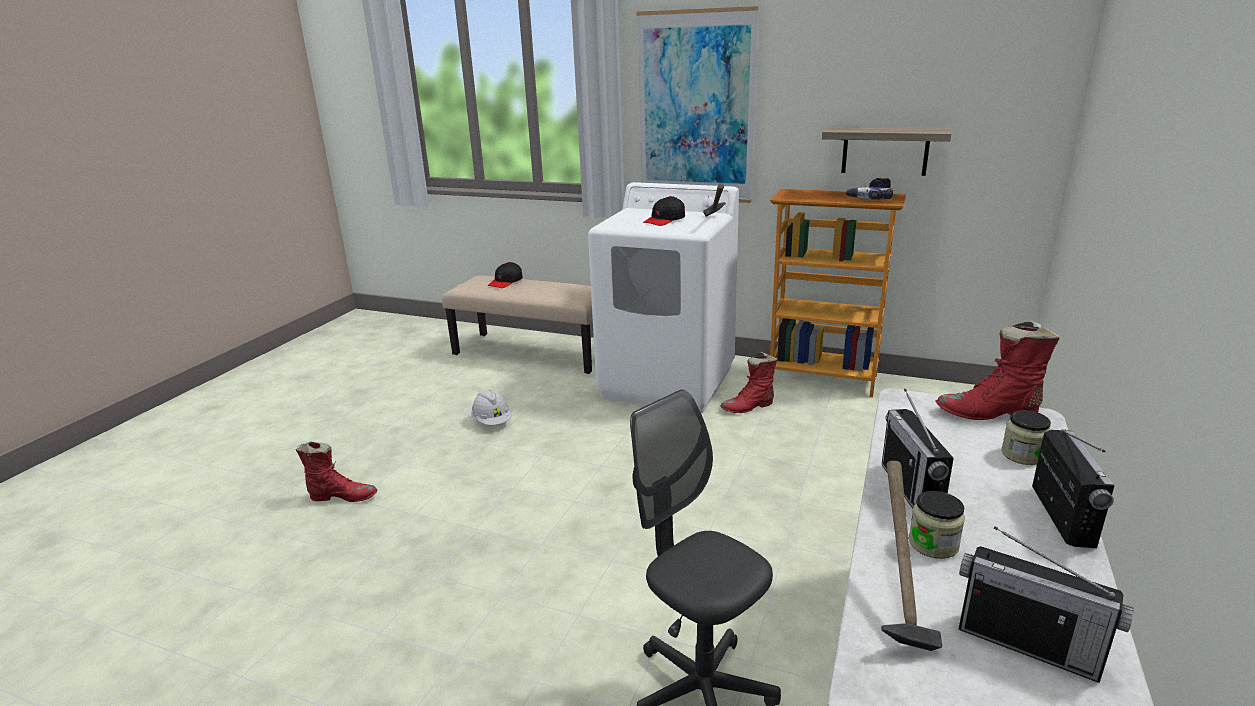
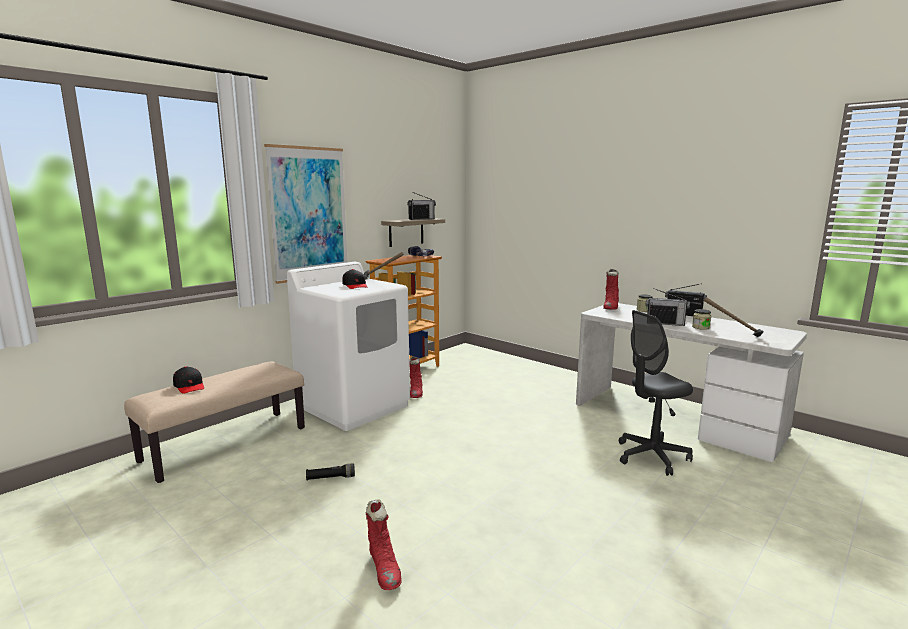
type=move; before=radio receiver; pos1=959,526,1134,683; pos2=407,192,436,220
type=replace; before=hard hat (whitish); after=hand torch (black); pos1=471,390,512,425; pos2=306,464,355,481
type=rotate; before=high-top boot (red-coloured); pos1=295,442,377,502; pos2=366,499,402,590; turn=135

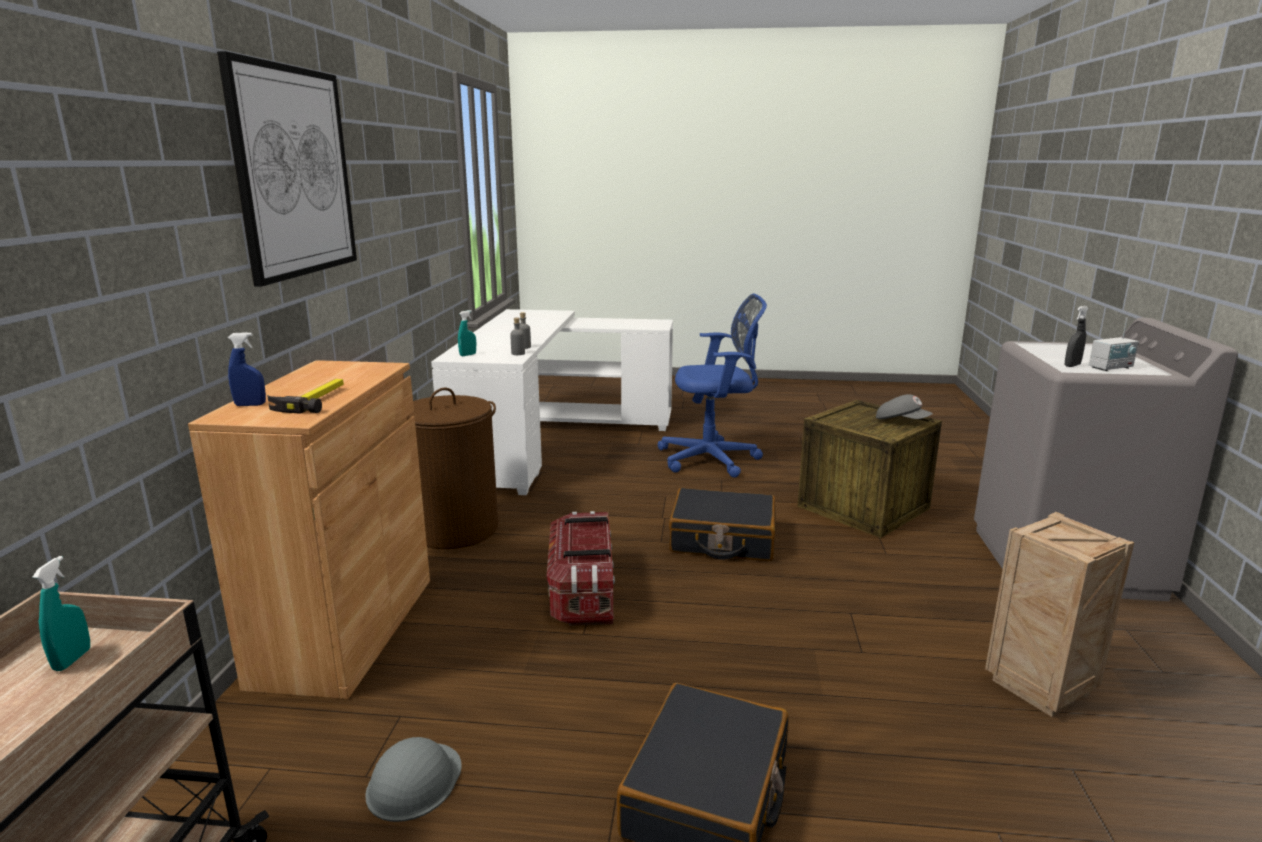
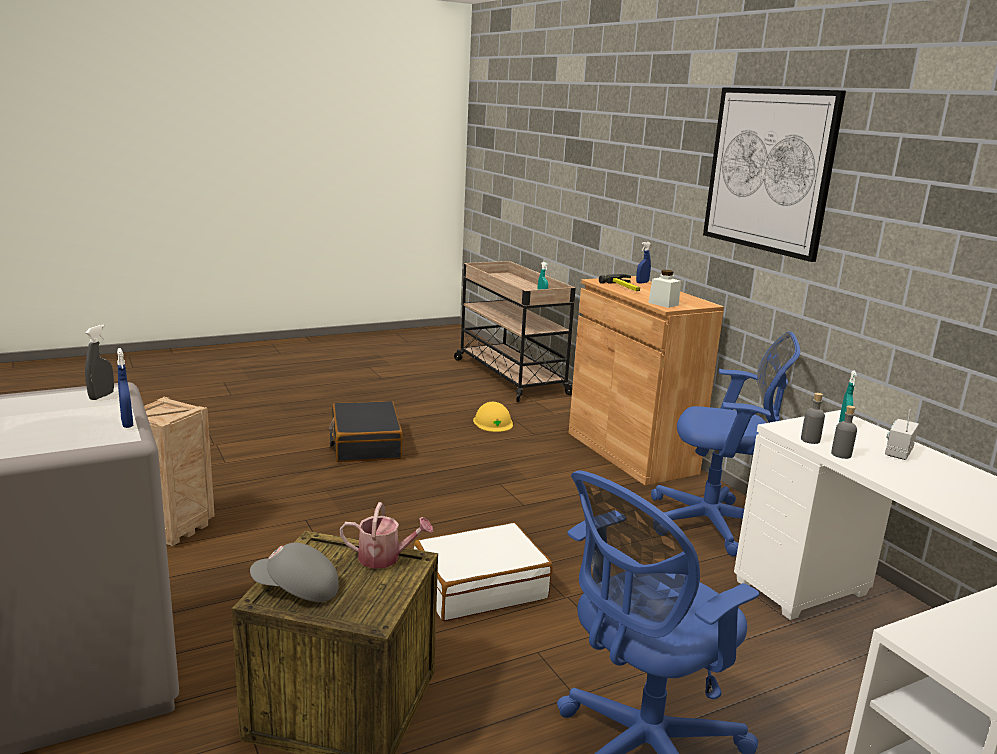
type=delete; before=storage bin; pos1=547,511,615,626
type=insert; after=spray bottle (bluish); pos2=117,348,133,428
type=insert; after=watering can; pos2=340,502,433,569
type=insert; after=jar (whitish); pos2=648,270,681,308
type=move; before=radio receiver; pos1=1089,318,1139,371; pos2=885,409,919,460
type=replace; before=laundry basket (brownish); after=desk chair (bluish); pos1=408,388,498,549; pos2=651,331,800,557
type=recolor; before=hard hat (greyish); after=hard hat (yellowish); pos1=365,737,462,822; pos2=473,402,513,432
type=recolor; before=travel case (black); after=travel case (whitish); pos1=669,488,776,561; pos2=414,523,553,621

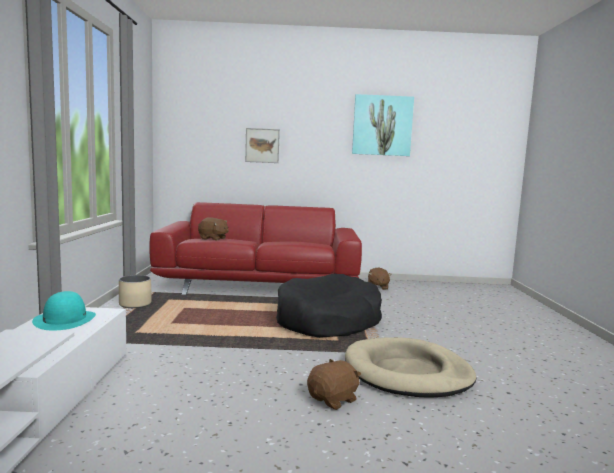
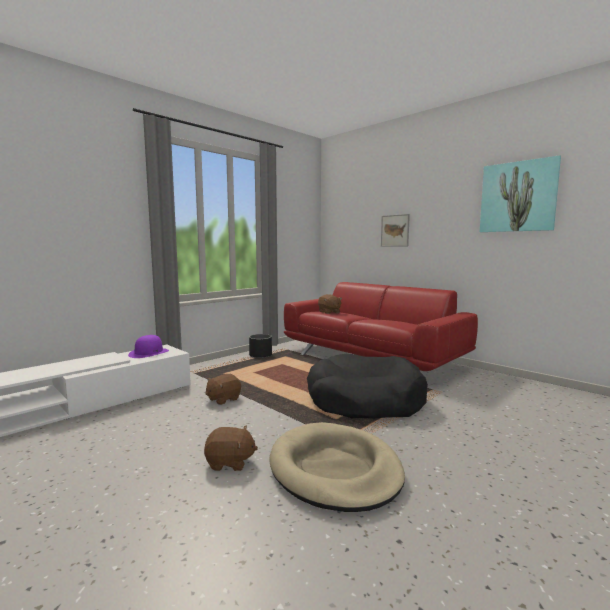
type=move; before=cuddly toy (brownish); pos1=368,267,392,290; pos2=205,374,241,405
type=recolor; before=wearable hat (turquoise-coloured); after=wearable hat (purplish); pos1=32,291,96,330; pos2=128,335,169,358
type=recolor; before=plant pot (sand-coloured); after=plant pot (black); pos1=119,275,152,308; pos2=249,334,272,358

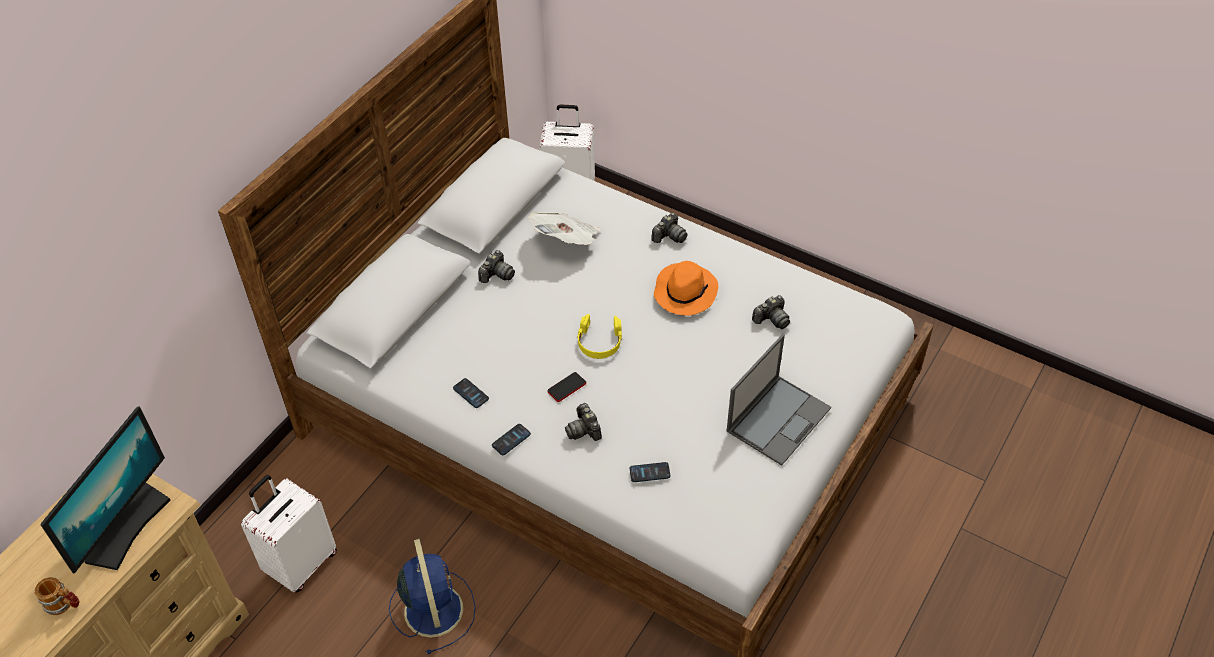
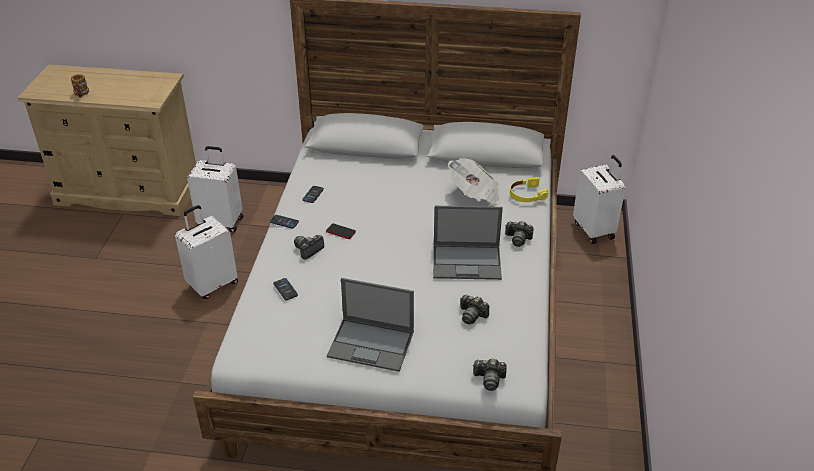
type=delete; before=computer screen; pos1=41,406,171,574
type=move; before=photo camera; pos1=478,250,515,283; pos2=473,359,507,391
type=move; before=headphones (yellowish); pos1=577,314,622,359; pos2=510,177,548,202
type=replace; before=cooling fan (bluish); after=travel case (whitish); pos1=389,539,476,654; pos2=175,205,238,299
type=replace; before=wearable hat (orange); after=laptop; pos1=654,261,718,316; pos2=433,206,503,280

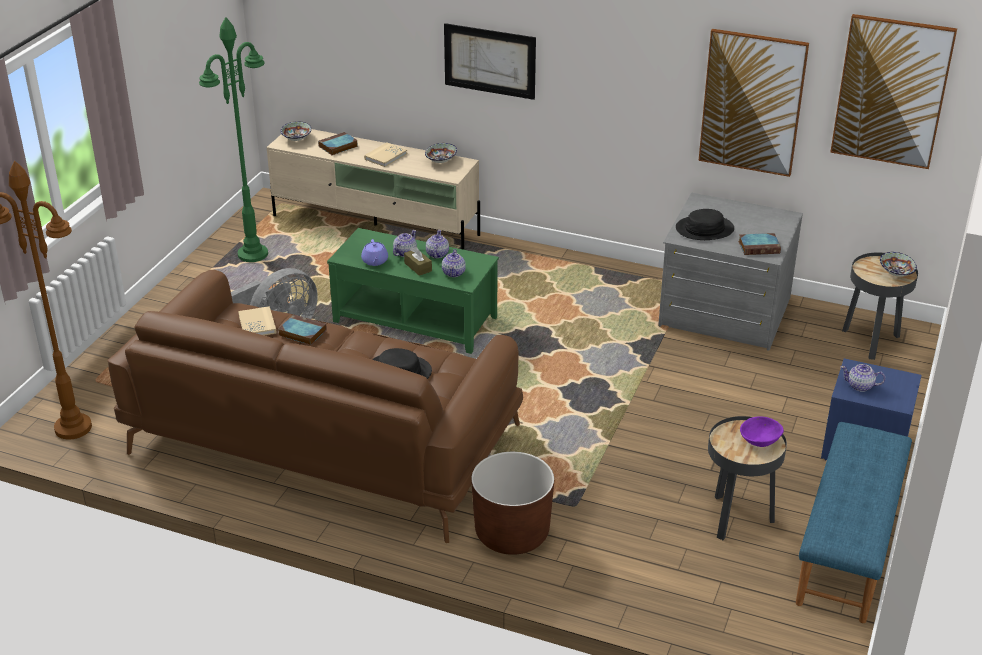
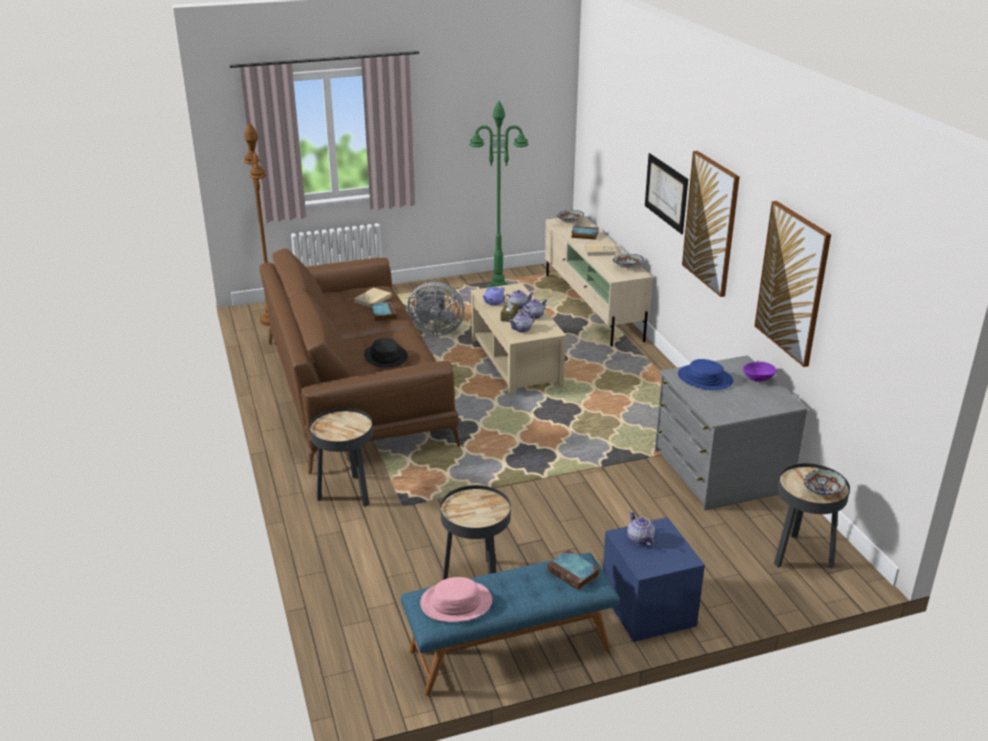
type=insert; after=wearable hat (pink-coloured); pos2=420,577,492,622
type=move; before=volume; pos1=738,233,781,255; pos2=547,550,599,590
type=move; before=serving bowl (purplish); pos1=740,416,784,447; pos2=743,362,777,382
type=move; before=wall picture; pos1=830,14,957,169; pos2=682,151,740,297
type=replace; before=plant pot (brownish); after=side table (black); pos1=471,452,554,555; pos2=309,408,373,507
type=recolor; before=coffee table (green); after=coffee table (sand-coloured); pos1=327,228,499,354; pos2=471,283,566,397
type=recolor; before=wearable hat (black); after=wearable hat (bluish); pos1=676,209,734,240; pos2=678,359,733,390

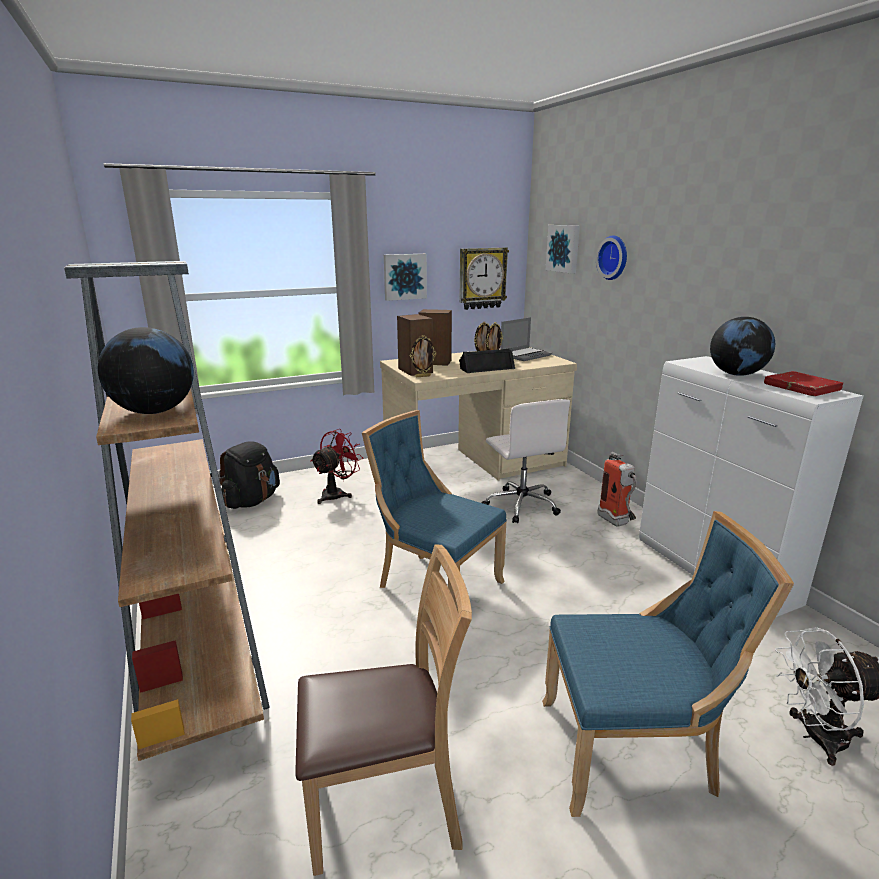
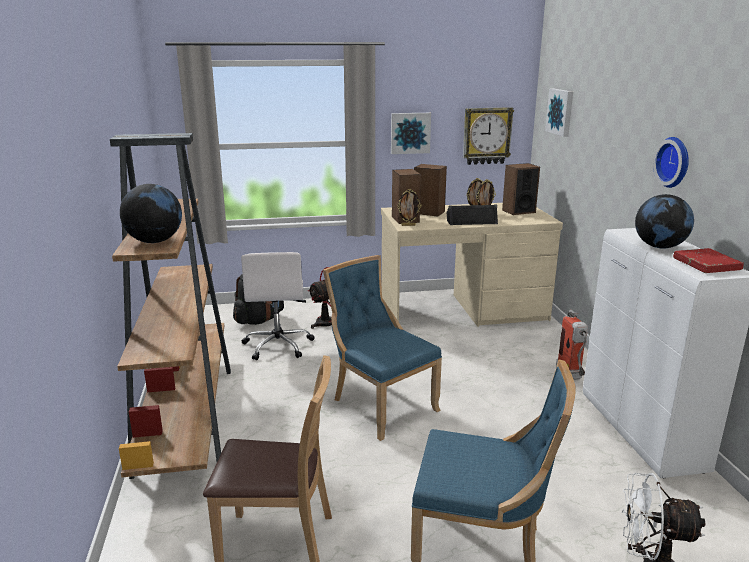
type=move; before=desk chair (whitish); pos1=481,399,570,523; pos2=241,252,314,360
type=move; before=wall clock; pos1=596,235,627,280; pos2=653,137,689,188
type=replace; before=laptop; after=loudspeaker; pos1=501,317,552,361; pos2=502,163,540,215

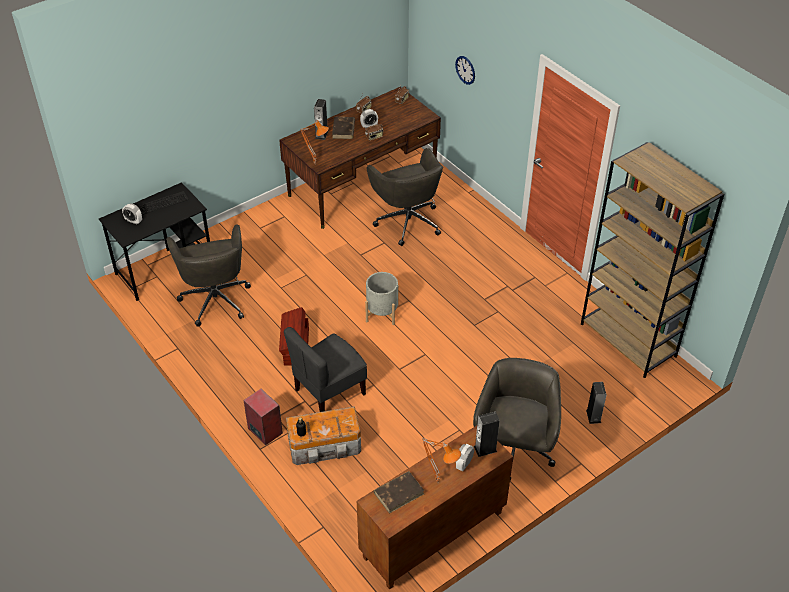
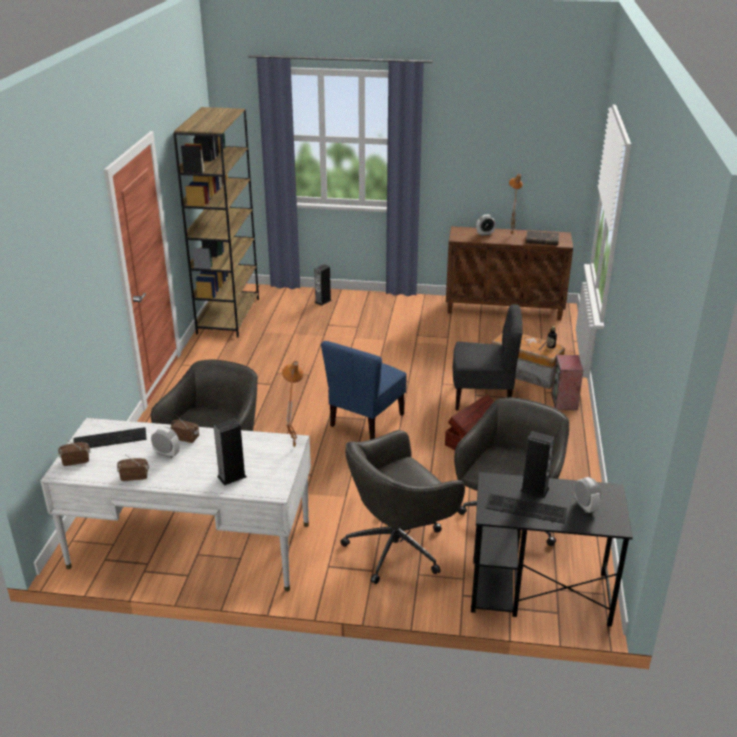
type=delete; before=volume (brownish); pos1=332,117,355,139
type=delete; before=wall clock; pos1=455,56,475,85
type=insert; after=computer keyboard; pos2=74,427,147,448
type=move; before=desk chair (greyish); pos1=473,358,561,481; pos2=340,430,465,584
type=move; before=loudspeaker; pos1=474,412,500,457; pos2=520,431,554,498
type=replace; before=plant pot (greyish); after=plain chair (bluish); pos1=365,272,399,325; pos2=321,341,407,440
type=recolor; before=desk (brownish); after=desk (whitish); pos1=279,87,441,229; pos2=41,418,311,591

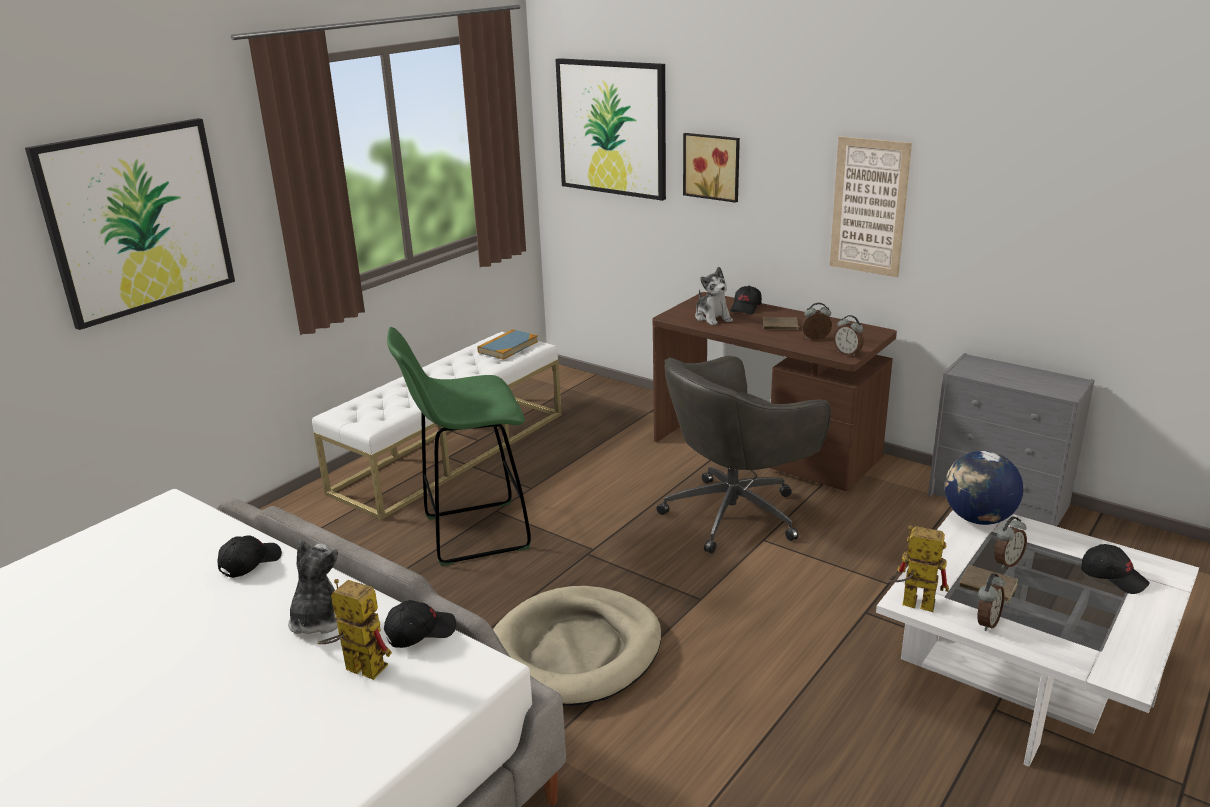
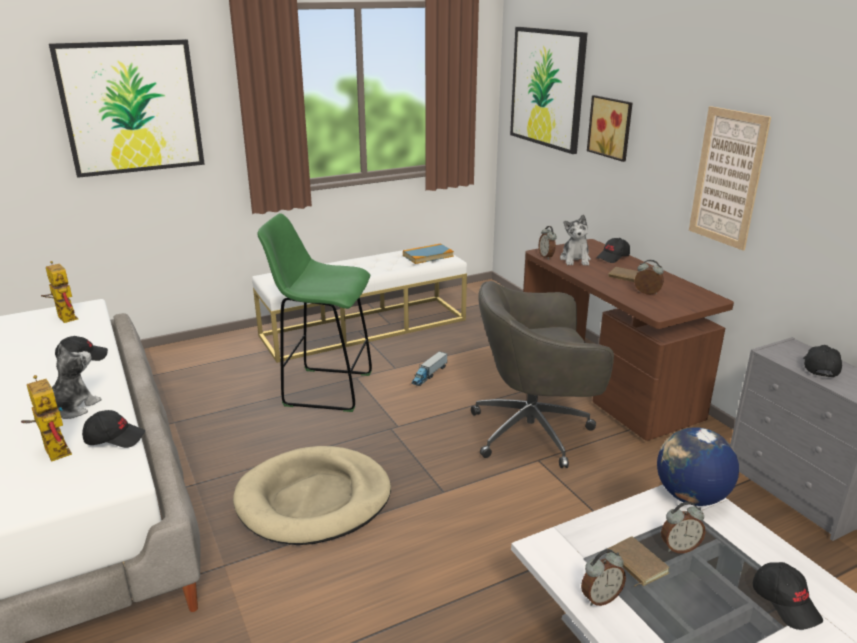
type=insert; after=model truck; pos2=411,351,447,386
type=insert; after=peaked cap (black); pos2=803,345,842,377
type=move; before=alarm clock; pos1=833,315,864,357; pos2=539,226,557,260
type=move; before=toy robot; pos1=887,525,949,612; pos2=41,261,78,323

